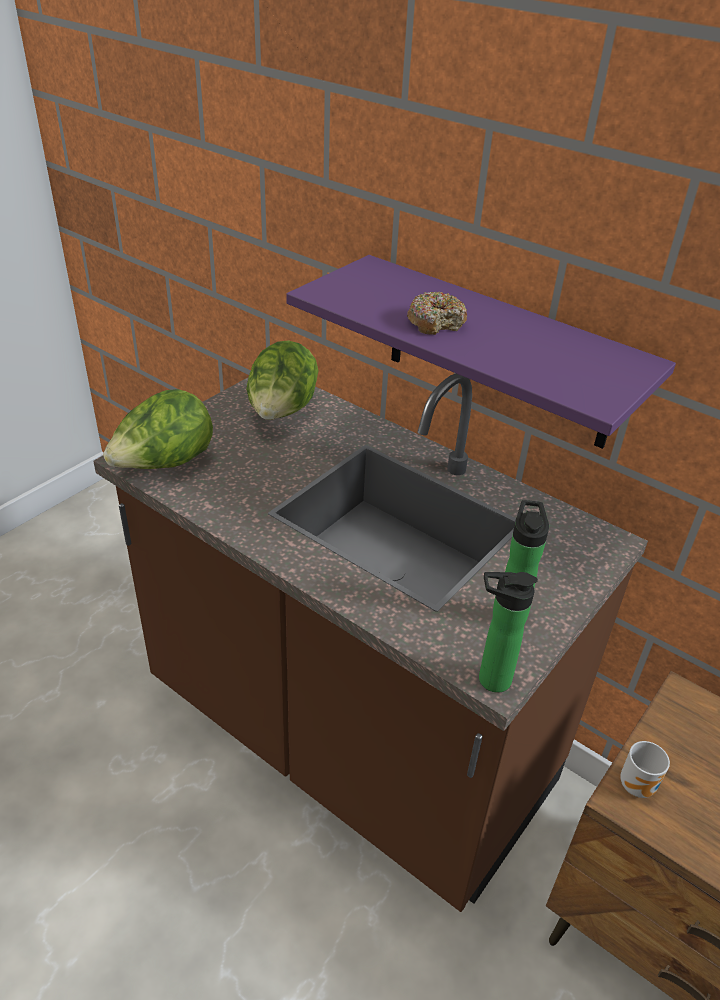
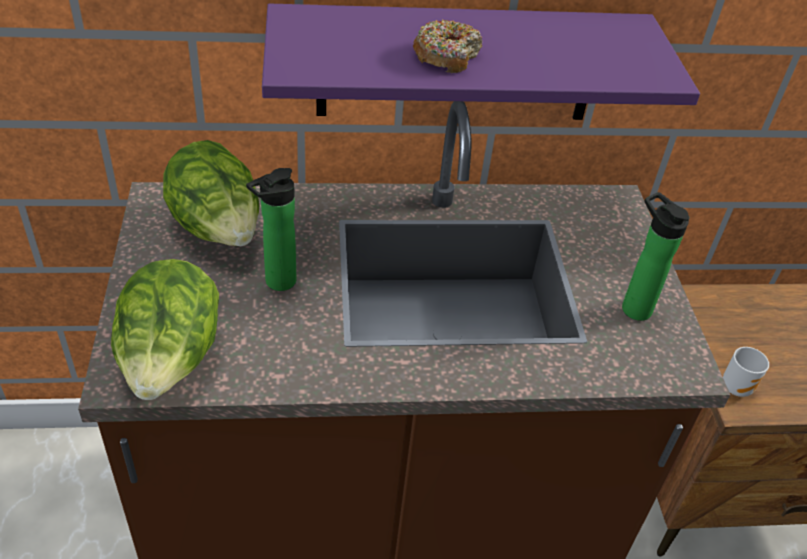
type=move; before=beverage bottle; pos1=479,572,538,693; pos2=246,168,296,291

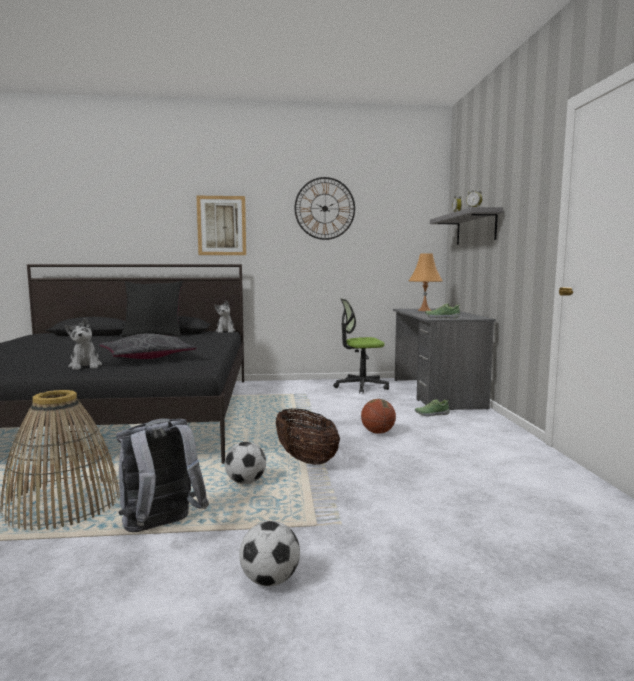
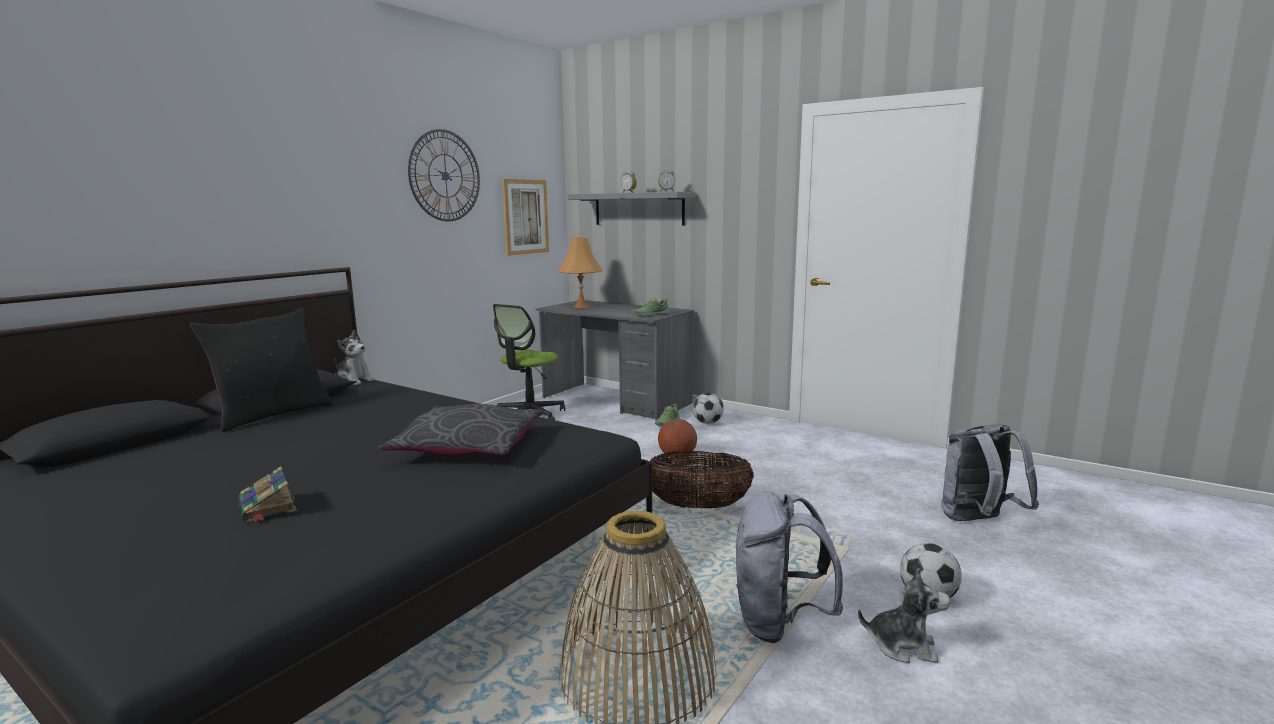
type=insert; after=volume; pos2=239,466,297,522
type=insert; after=rucksack (greyish); pos2=941,424,1039,521
type=move; before=cuddly toy; pos1=65,318,102,370; pos2=858,568,950,664
type=move; before=wall picture; pos1=196,196,246,255; pos2=502,179,549,256
type=move; before=football ball; pos1=225,442,266,484; pos2=692,393,724,424

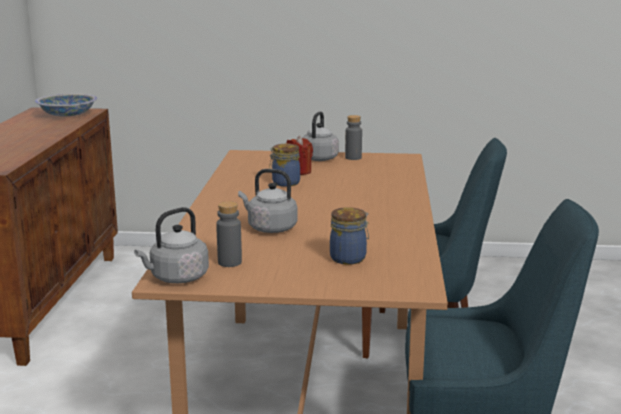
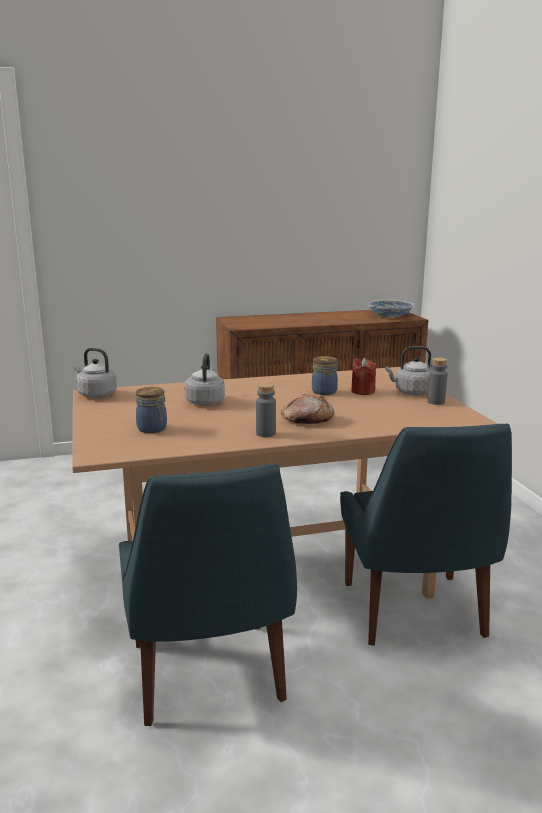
type=insert; after=bread; pos2=281,394,334,424
type=move; before=beverage bottle (greyish); pos1=216,201,242,267; pos2=256,383,276,437

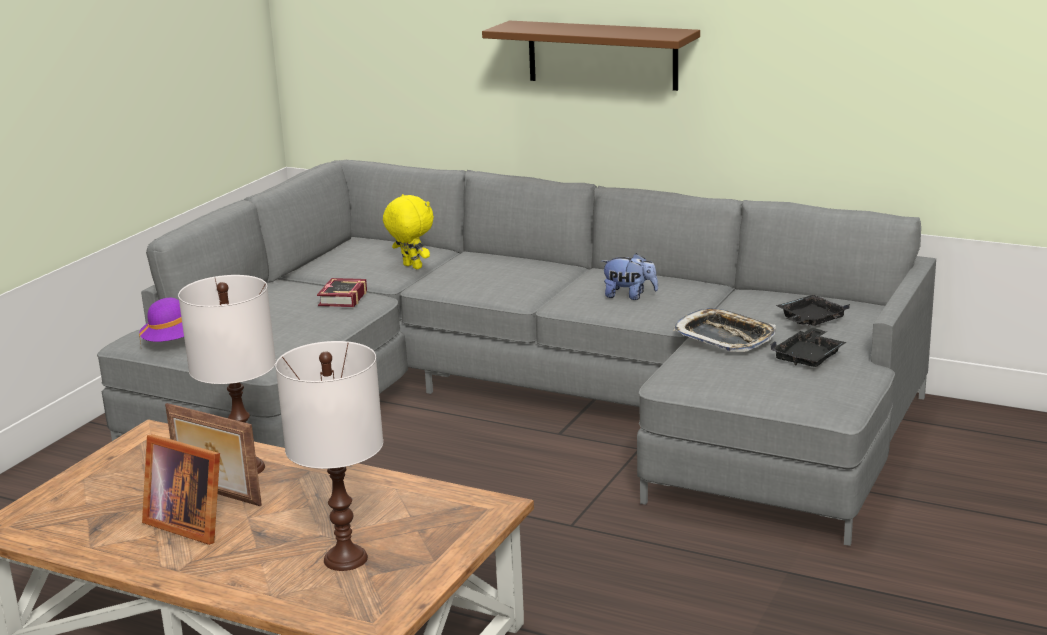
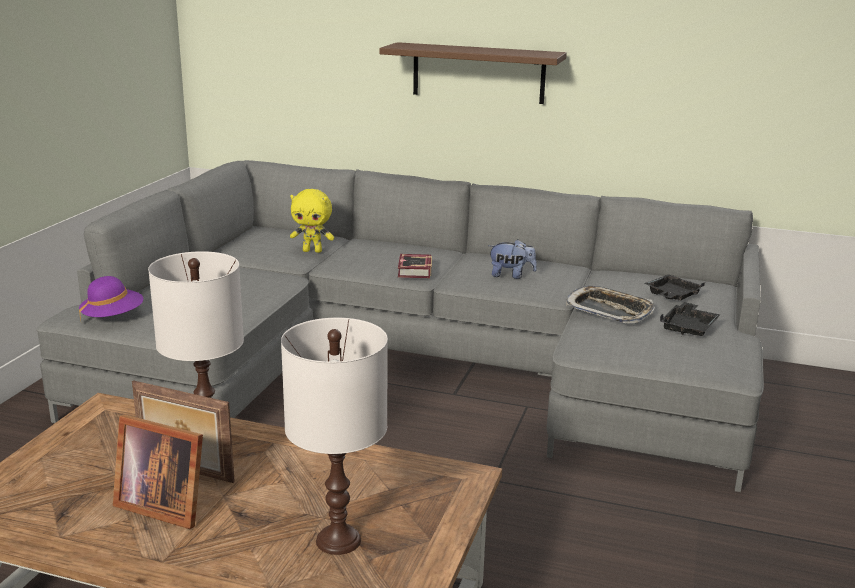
type=move; before=volume; pos1=317,278,367,307; pos2=398,254,432,278
type=rotate; before=cuddly toy (yellowish); pos1=383,194,434,269; pos2=290,189,334,253; turn=150

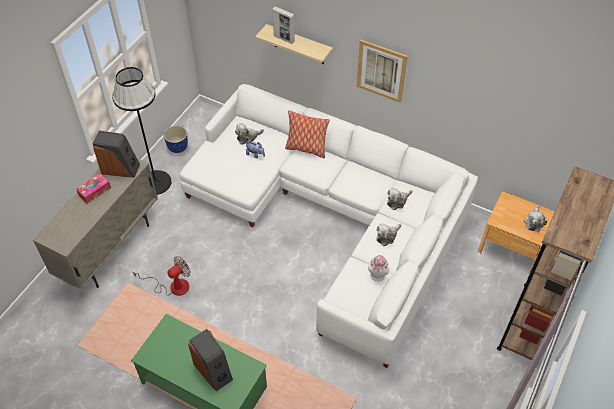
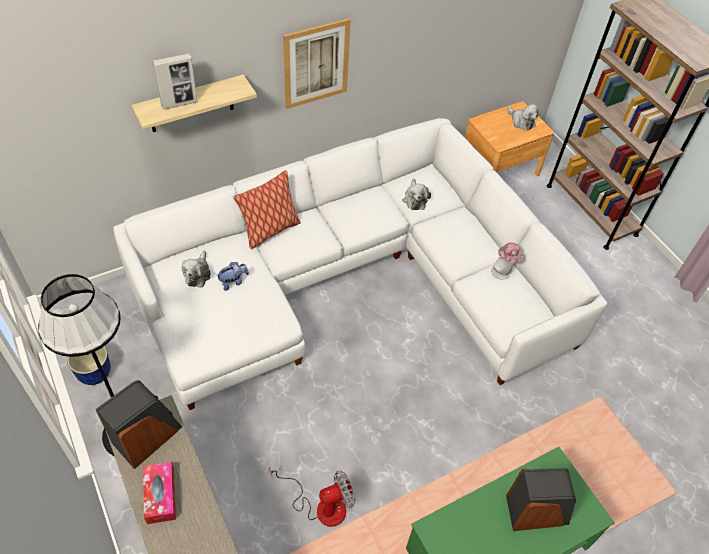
type=delete; before=cuddly toy; pos1=376,223,401,246
type=rotate; before=cooling fan; pos1=133,256,191,296; pos2=269,466,356,527; turn=75

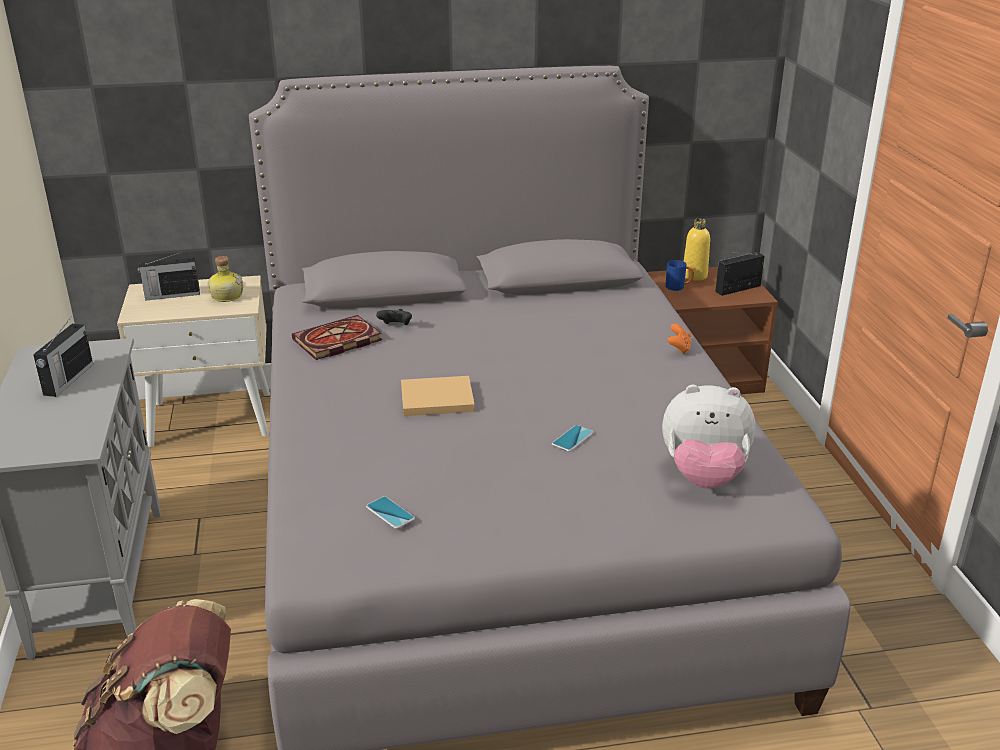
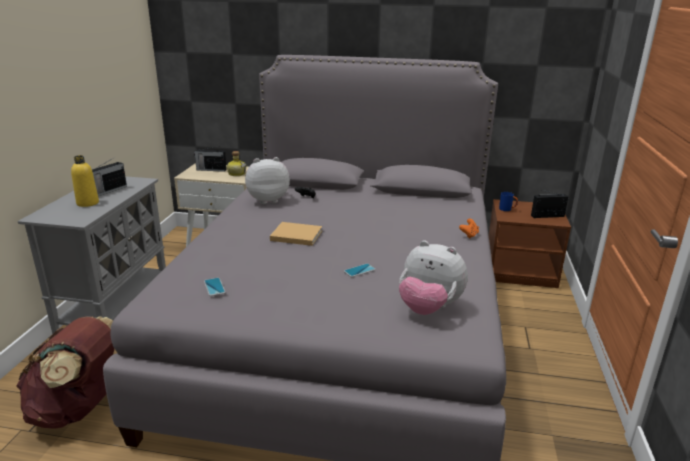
type=move; before=beverage bottle (yellowish); pos1=684,219,710,281; pos2=71,155,99,207
type=replace; before=volume; after=cuddly toy; pos1=292,315,382,360; pos2=245,157,290,204

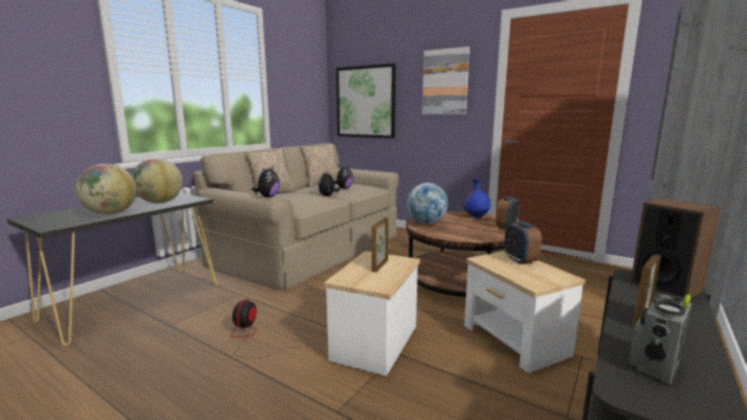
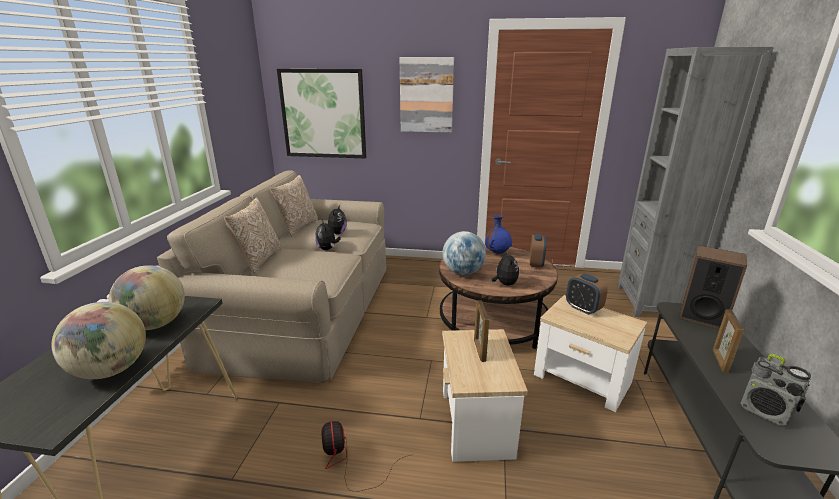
type=move; before=cuddly toy; pos1=251,165,280,197; pos2=491,250,519,286
type=rotate; before=radio receiver; pos1=629,293,692,385; pos2=741,354,811,426; turn=-60

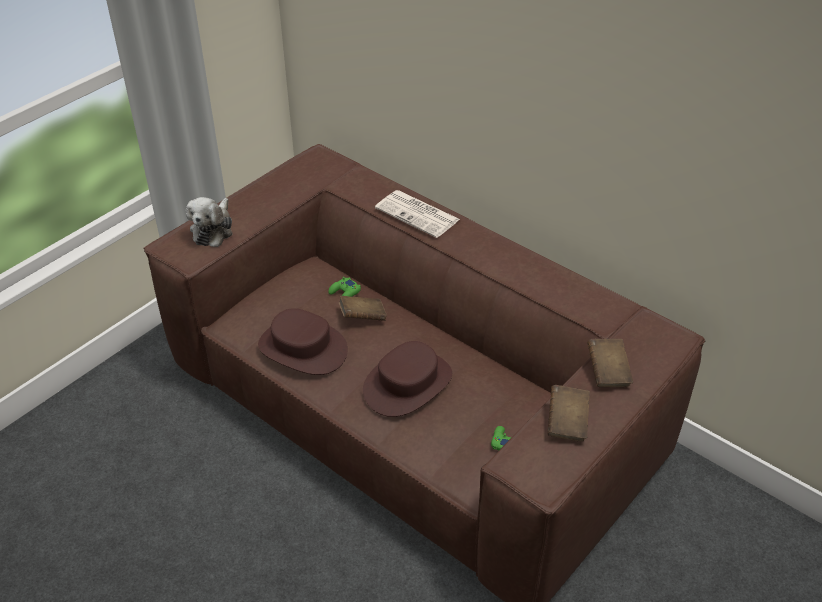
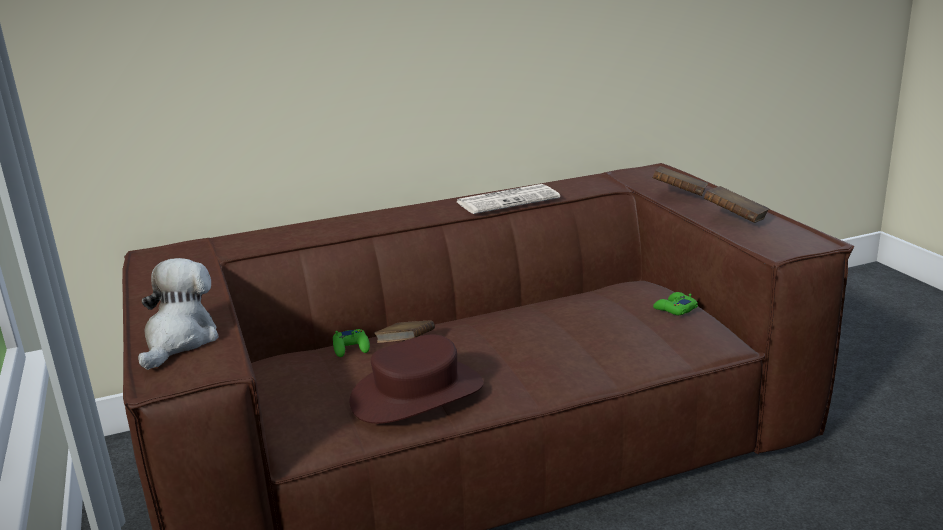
type=delete; before=wearable hat (brownish); pos1=363,341,452,417
type=move; before=printed paper; pos1=375,190,460,238; pos2=457,184,560,214
type=rotate; before=cuddly toy; pos1=186,197,233,247; pos2=138,258,218,370; turn=-120

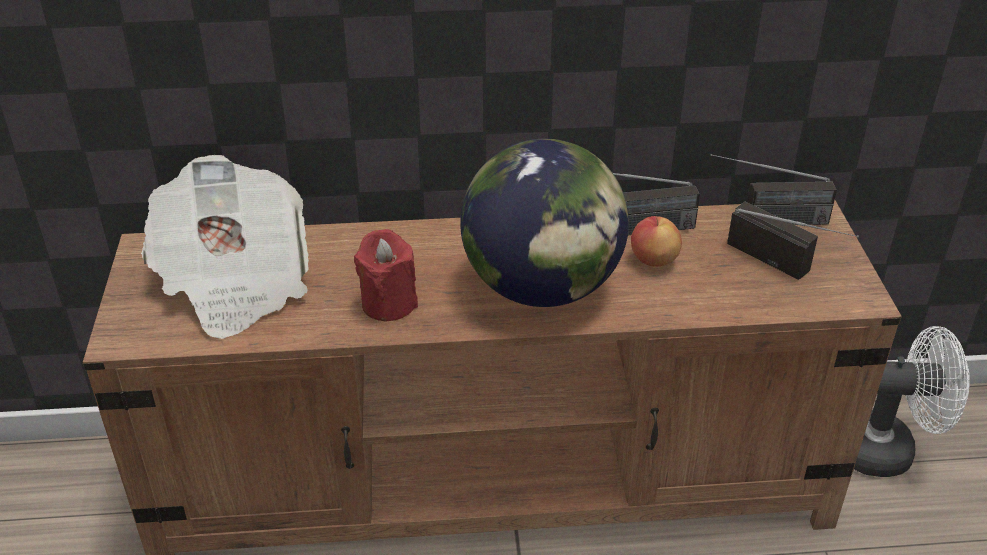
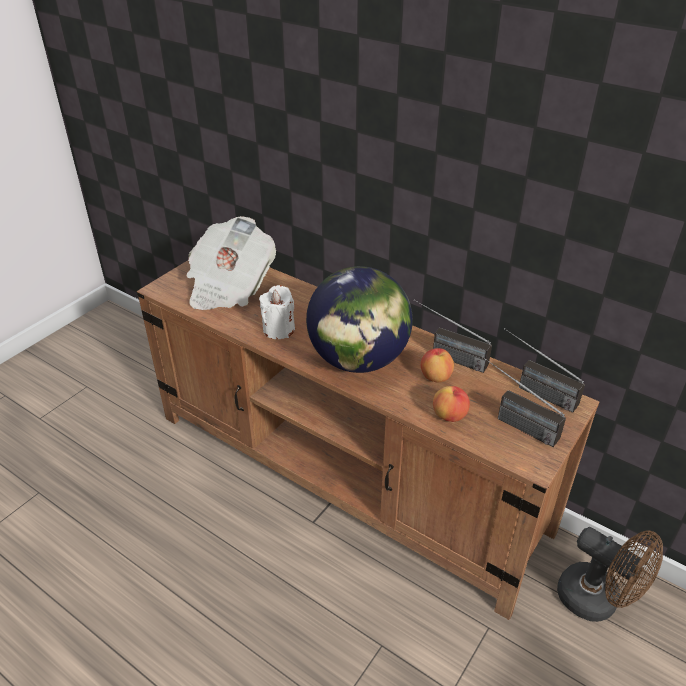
type=insert; after=apple fruit; pos2=433,386,470,422
type=recolor; before=wax light (red-coloured); after=wax light (whitish); pos1=354,229,418,322; pos2=259,285,295,339
type=recolor; before=cooling fan (whitish); after=cooling fan (brownish); pos1=854,326,970,477; pos2=557,527,663,622
type=rotate; before=radio receiver; pos1=727,202,859,280; pos2=482,357,566,447; turn=135

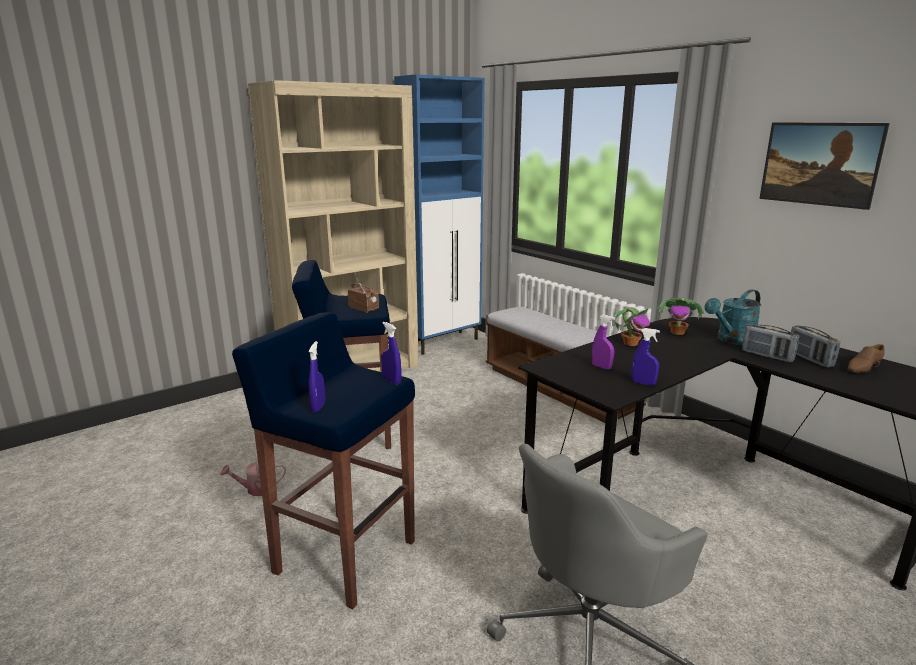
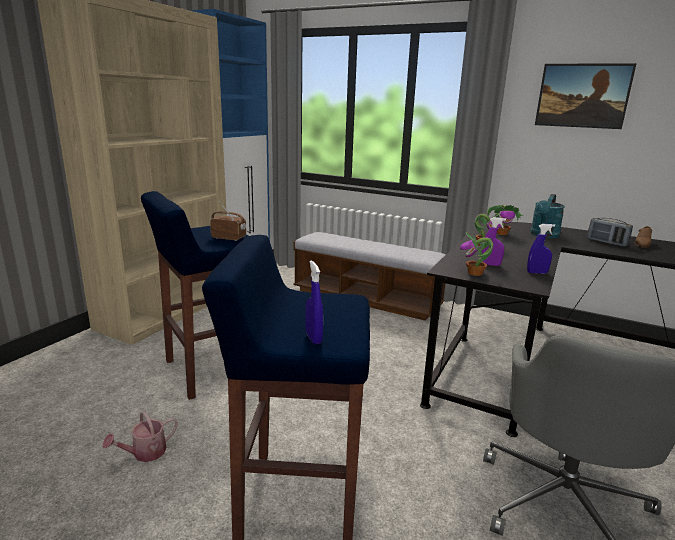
type=delete; before=spray bottle (bluish); pos1=381,322,401,384
type=delete; before=radio receiver; pos1=742,324,799,363
type=insert; after=plant in a pot; pos2=460,232,493,276

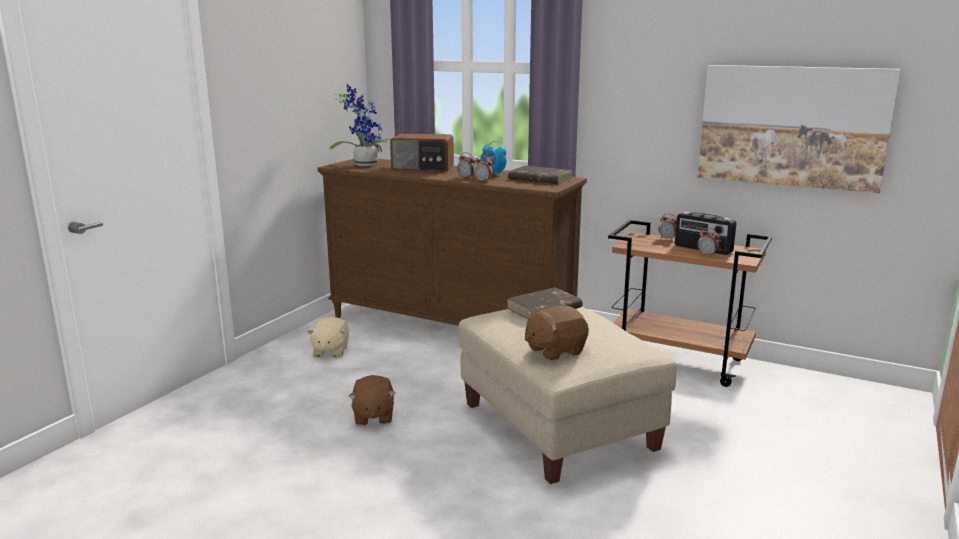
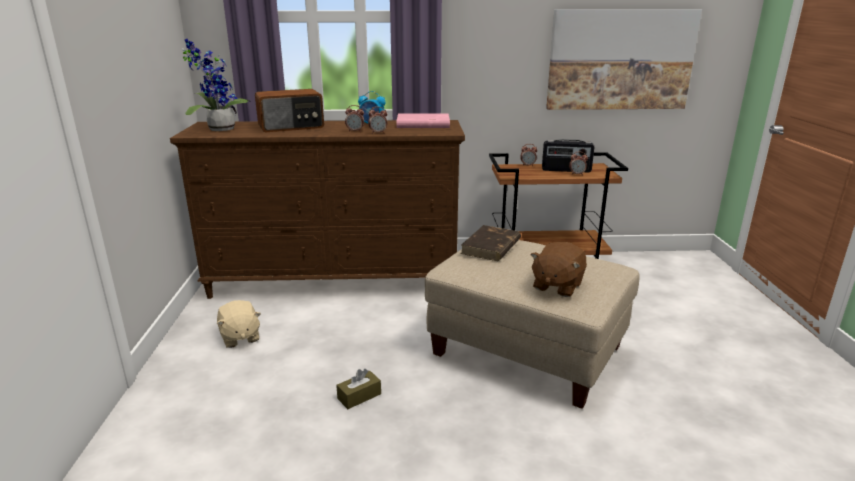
type=replace; before=cuddly toy (brownish); after=tissue box (brownish); pos1=349,375,396,426; pos2=336,369,381,409
type=recolor; before=volume (brownish); after=volume (pink-coloured); pos1=508,166,573,184; pos2=396,113,450,128

